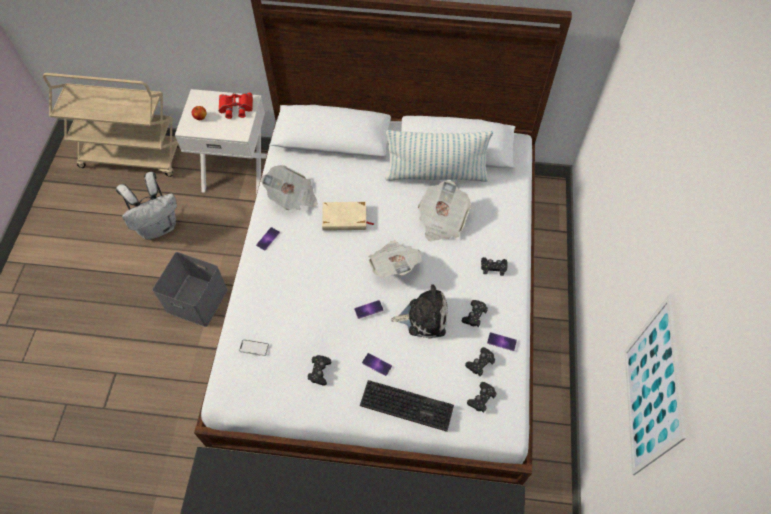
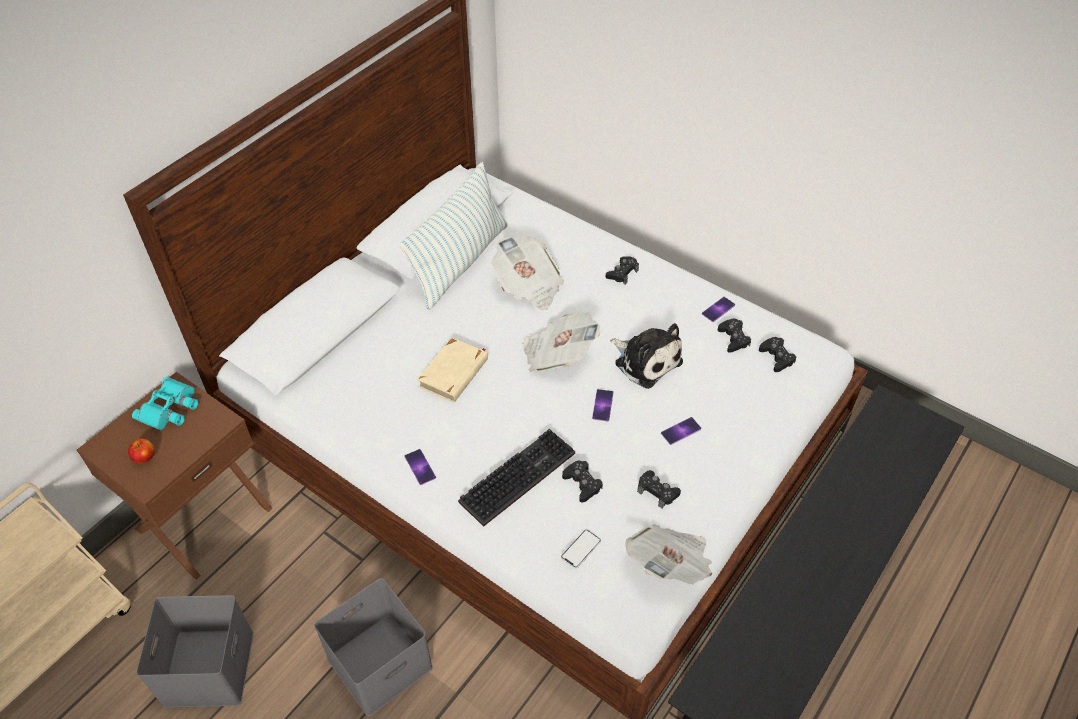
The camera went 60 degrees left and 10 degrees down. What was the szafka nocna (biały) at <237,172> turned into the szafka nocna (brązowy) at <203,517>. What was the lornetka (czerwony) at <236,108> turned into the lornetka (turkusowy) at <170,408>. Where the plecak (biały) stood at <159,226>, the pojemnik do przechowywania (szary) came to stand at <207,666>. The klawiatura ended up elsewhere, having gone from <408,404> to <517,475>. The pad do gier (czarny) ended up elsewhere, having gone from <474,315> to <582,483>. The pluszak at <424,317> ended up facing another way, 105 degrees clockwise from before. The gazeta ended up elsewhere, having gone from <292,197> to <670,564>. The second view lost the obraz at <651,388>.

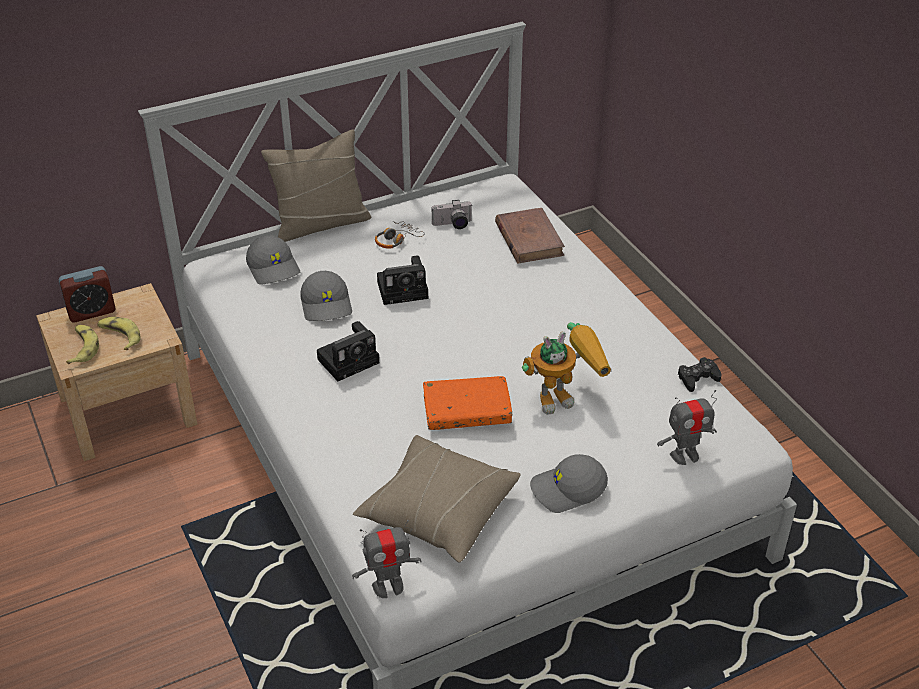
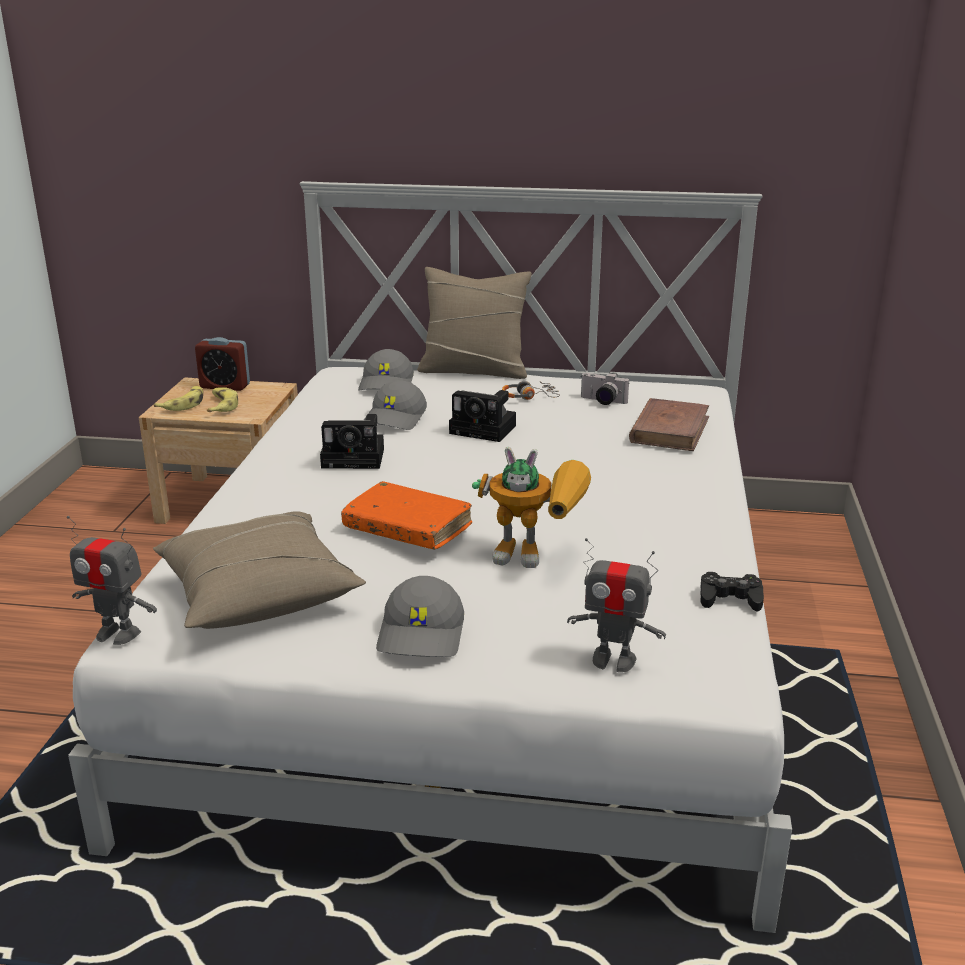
The camera went 35 degrees right and 15 degrees down. The czapka z daszkiem (szary) at <568,490> ended up facing another way, 105 degrees counterclockwise from before.

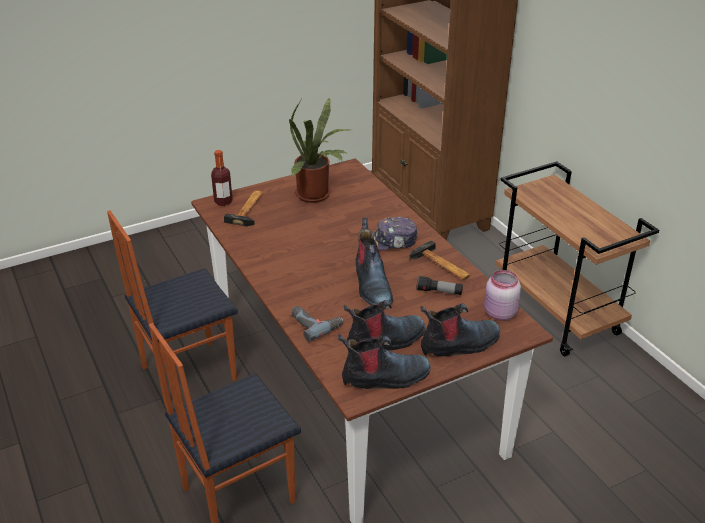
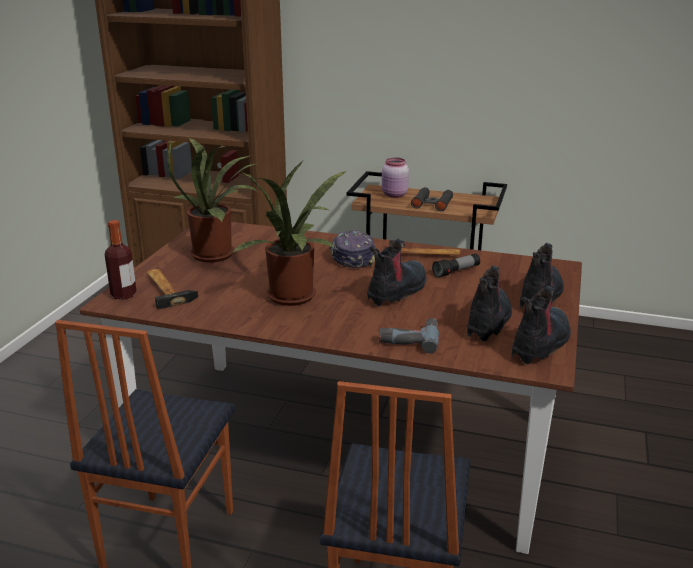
The camera went 45 degrees left and 10 degrees down. The second view gained the roślina doniczkowa at <294,298>. The czapka z daszkiem at <391,242> ended up facing another way, 135 degrees clockwise from before. The but z cholewką at <371,285> ended up facing another way, 90 degrees counterclockwise from before. The słoik (różowy) ended up elsewhere, having gone from <499,314> to <394,195>. The second view gained the lornetka (czarny) at <432,204>.

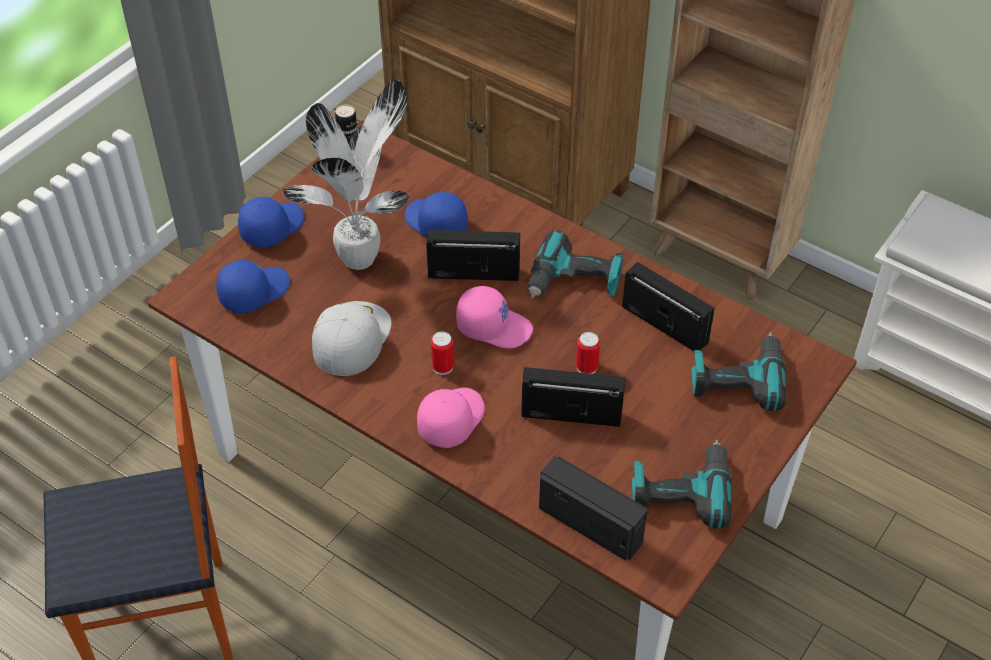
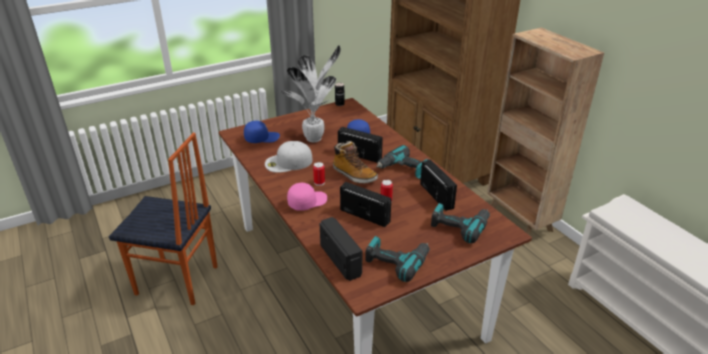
The camera went 25 degrees right and 15 degrees down. The czapka z daszkiem (biały) at <351,337> ended up facing another way, 150 degrees counterclockwise from before. Where the czapka z daszkiem (różowy) stood at <494,326>, the but z cholewką came to stand at <354,175>. The second view lost the czapka z daszkiem (niebieski) at <272,227>.

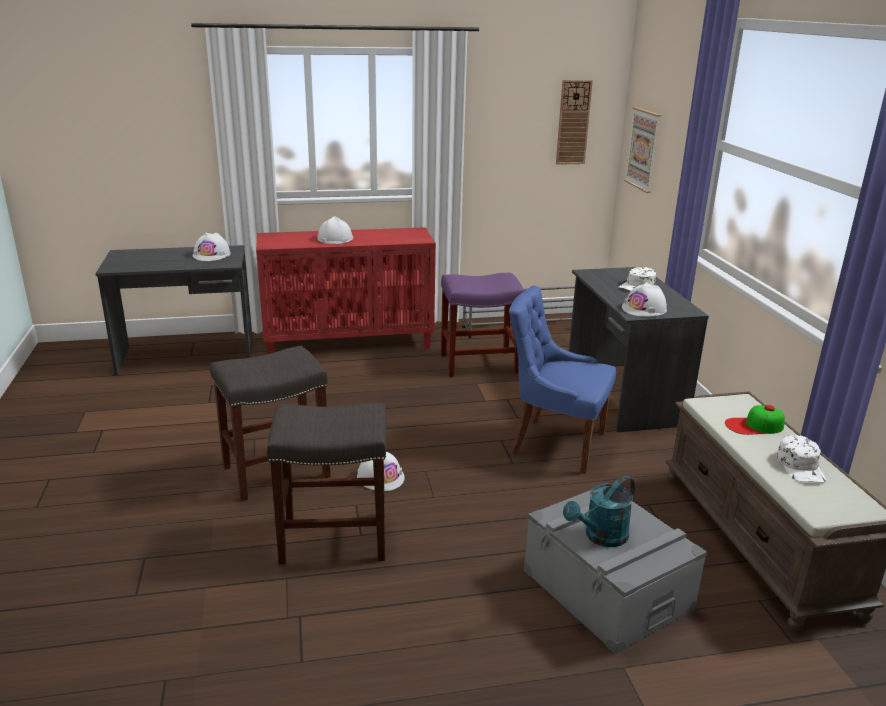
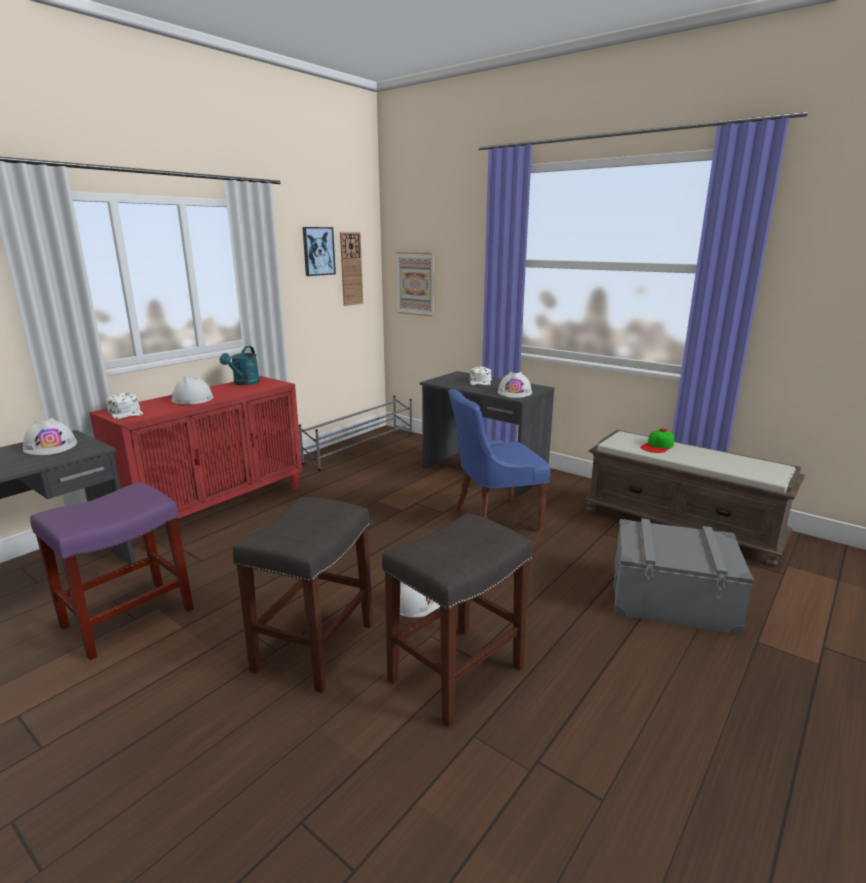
The camera went 40 degrees left and 5 degrees down. The stołek (fioletowy) ended up elsewhere, having gone from <478,364> to <126,619>. The czapka z daszkiem (biały) ended up elsewhere, having gone from <801,466> to <126,412>. The konewka (turkusowy) ended up elsewhere, having gone from <600,537> to <244,383>. The second view gained the obraz at <318,251>.

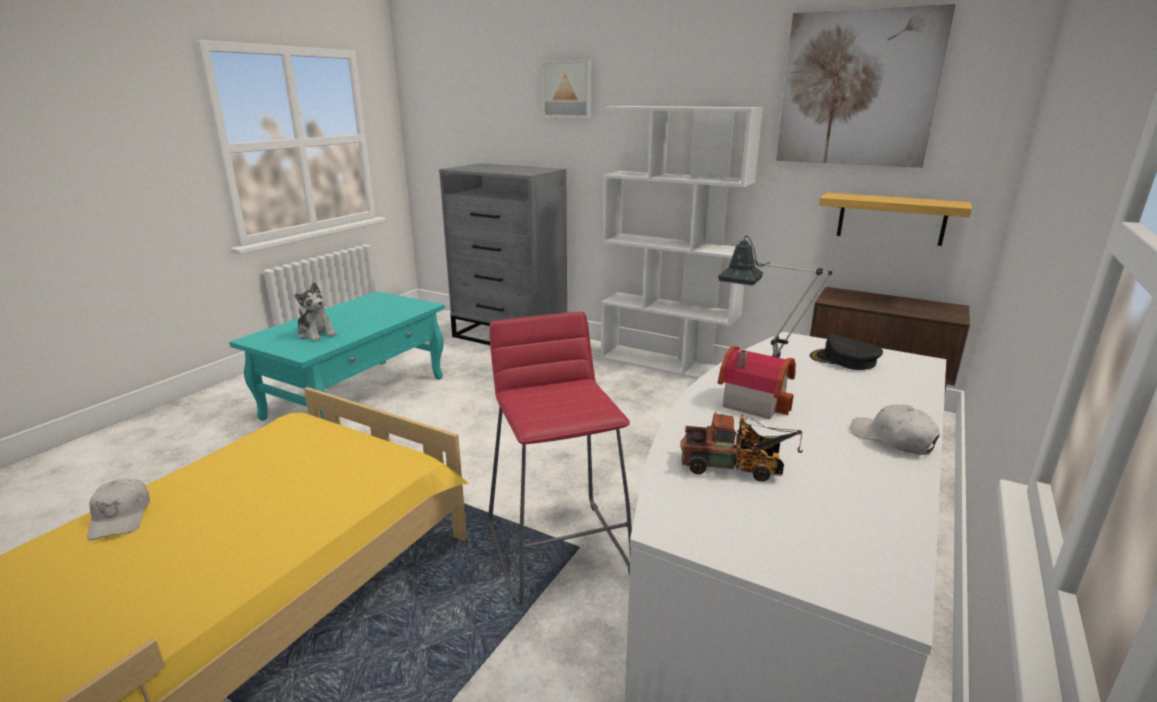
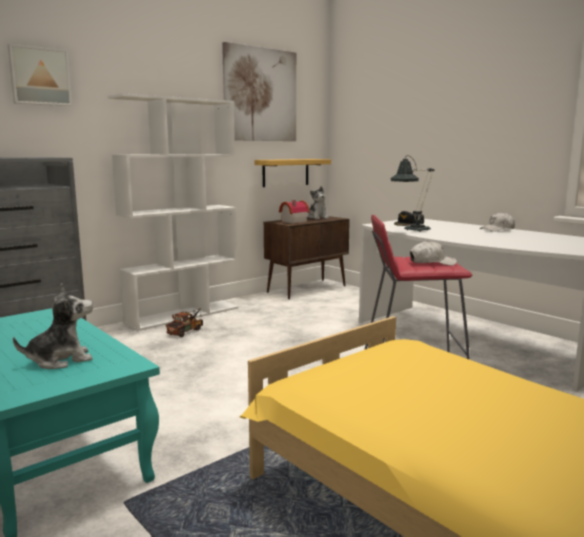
The camera went 70 degrees left and 10 degrees down. The ciężarówka zabawkowa ended up elsewhere, having gone from <738,467> to <187,331>. The domek ended up elsewhere, having gone from <753,401> to <292,221>. The second view gained the pluszak at <317,217>. The czapka z daszkiem (biały) ended up elsewhere, having gone from <121,517> to <432,263>.

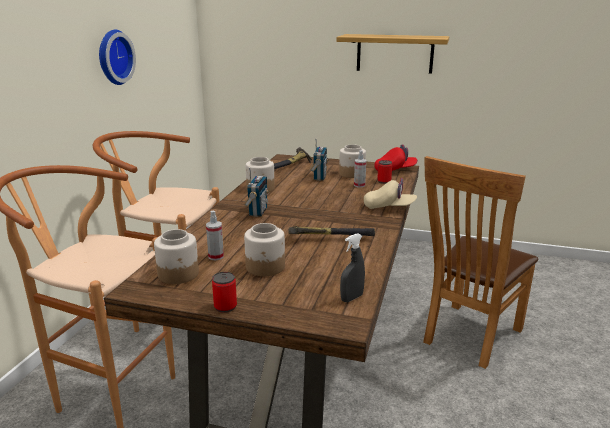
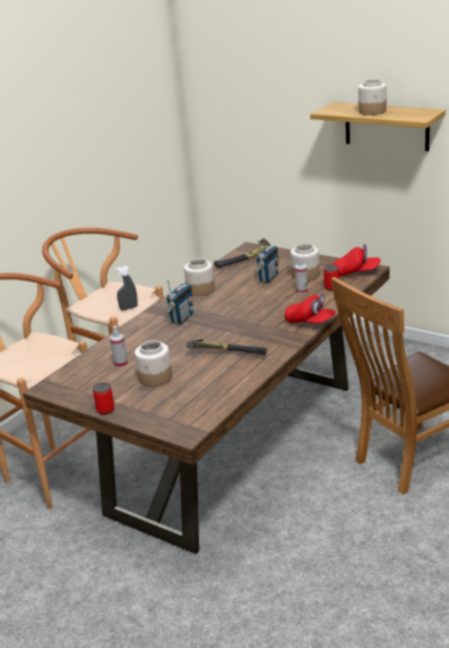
The camera went 20 degrees right and 5 degrees up. The spryskiwacz (szary) ended up elsewhere, having gone from <351,298> to <129,308>. What was the czapka z daszkiem (beżowy) at <389,207> turned into the czapka z daszkiem (czerwony) at <310,322>. The słoik ended up elsewhere, having gone from <179,274> to <372,111>. The second view lost the zegar ścienny at <113,57>.

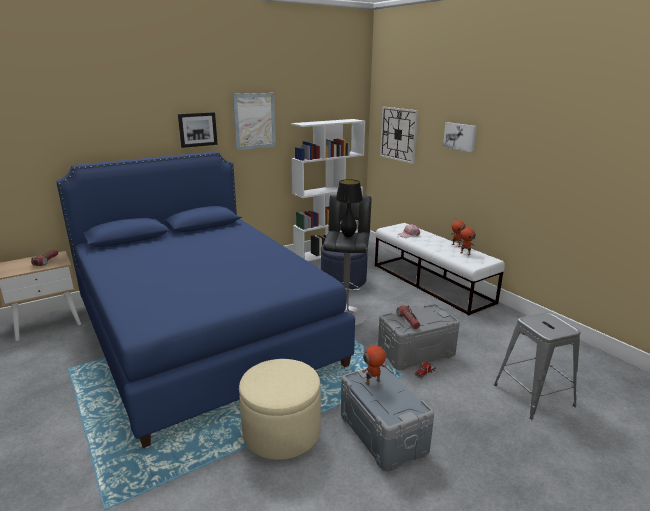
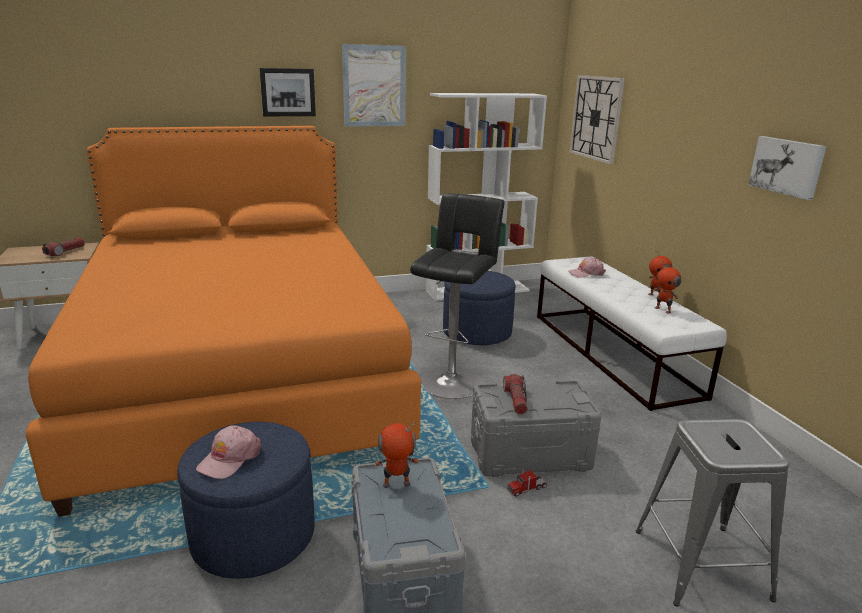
The camera went 15 degrees right and 0 degrees up. What was the łóżko (niebieski) at <203,333> turned into the łóżko (pomarańczowy) at <240,375>. What was the pufa (beżowy) at <281,432> turned into the pufa (niebieski) at <253,535>. The second view gained the czapka z daszkiem (różowy) at <229,459>. The obraz ended up elsewhere, having gone from <460,136> to <787,166>. The second view lost the lampa stołowa (czarny) at <348,236>.

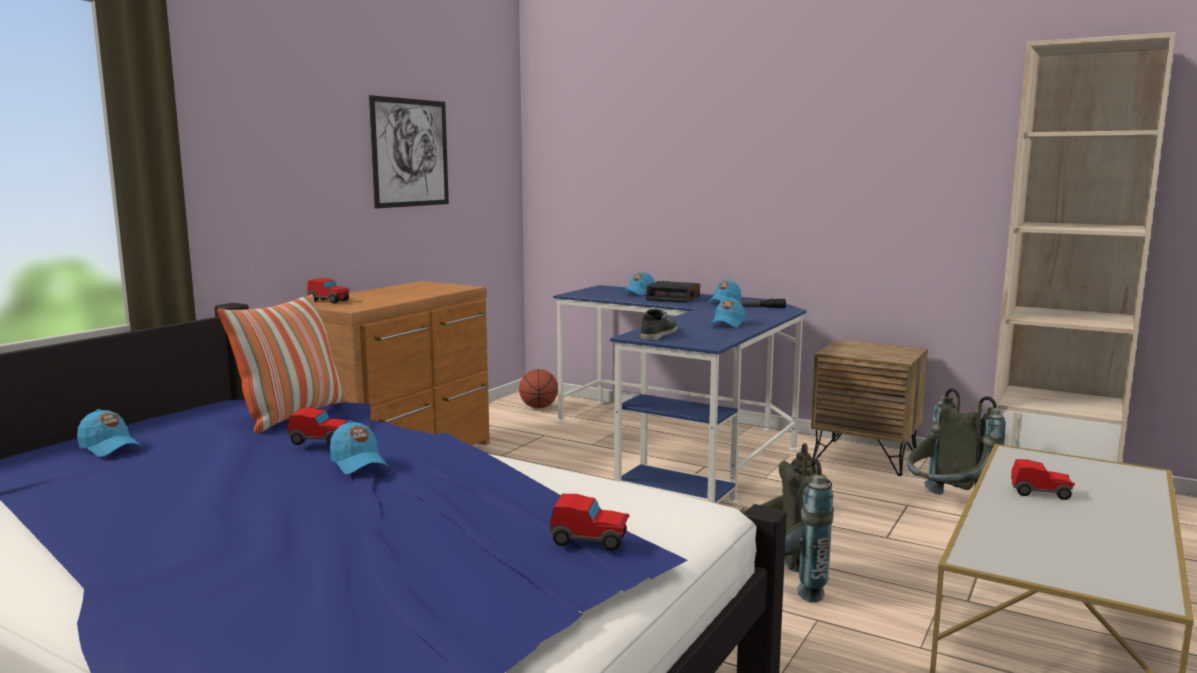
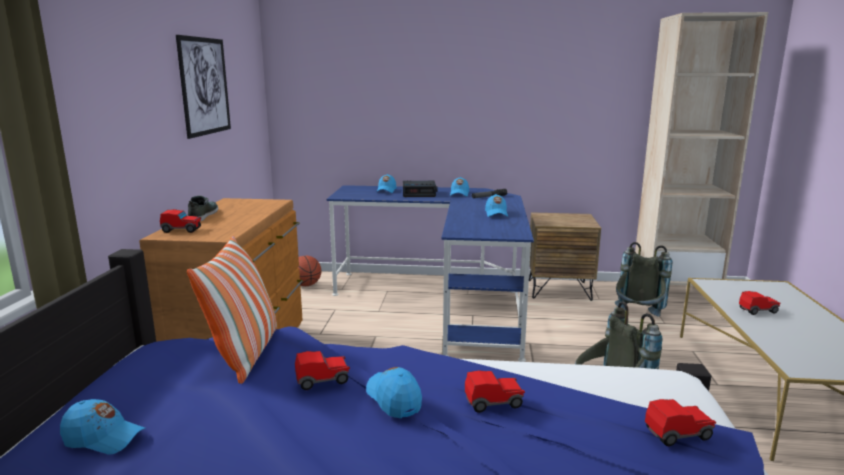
The camera went 25 degrees left and 5 degrees up. The but ended up elsewhere, having gone from <658,334> to <202,215>. The czapka z daszkiem (niebieski) at <358,463> ended up facing another way, 150 degrees counterclockwise from before. The second view gained the samochodzik at <493,403>.

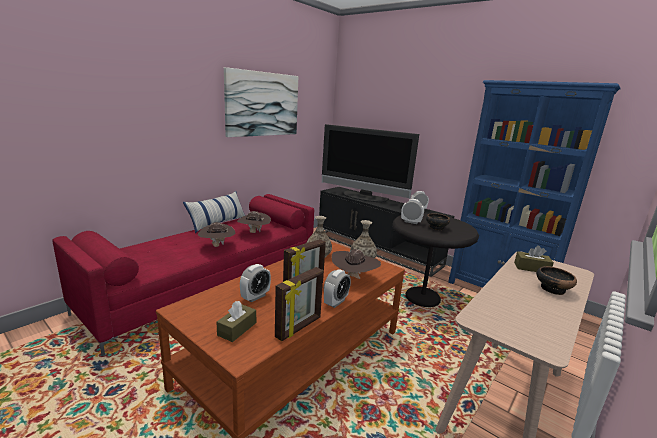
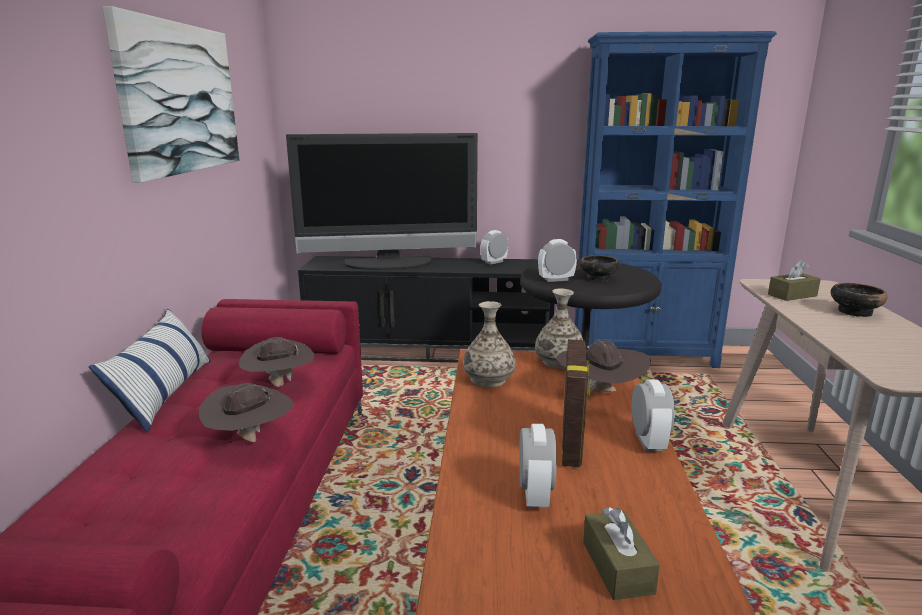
The camera went 35 degrees left and 0 degrees up. The second view lost the ramka na zdjęcie at <299,327>.

